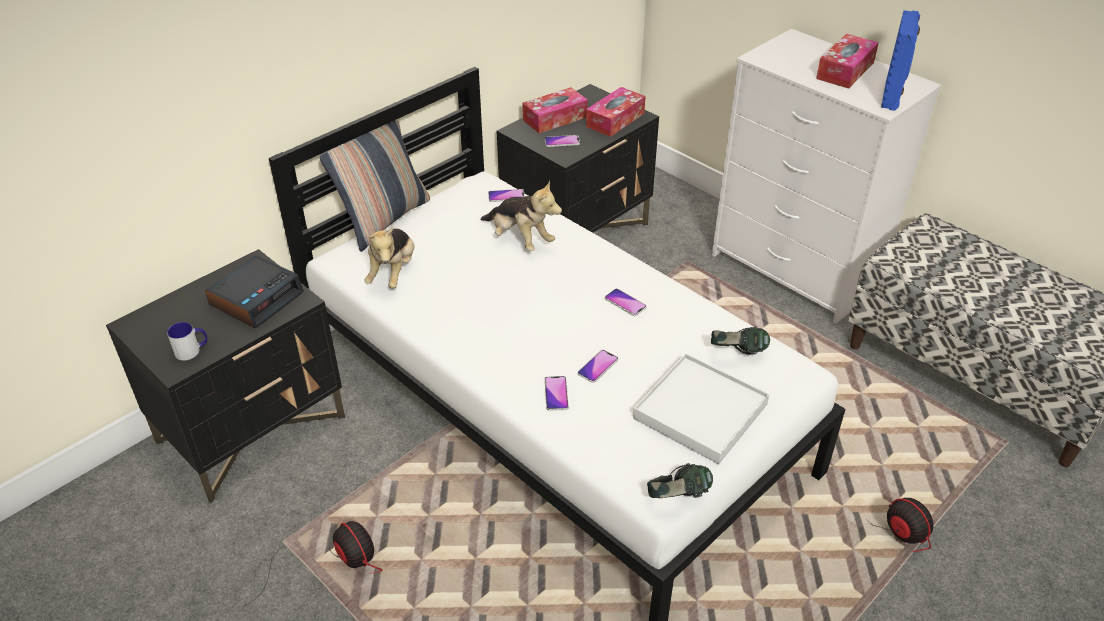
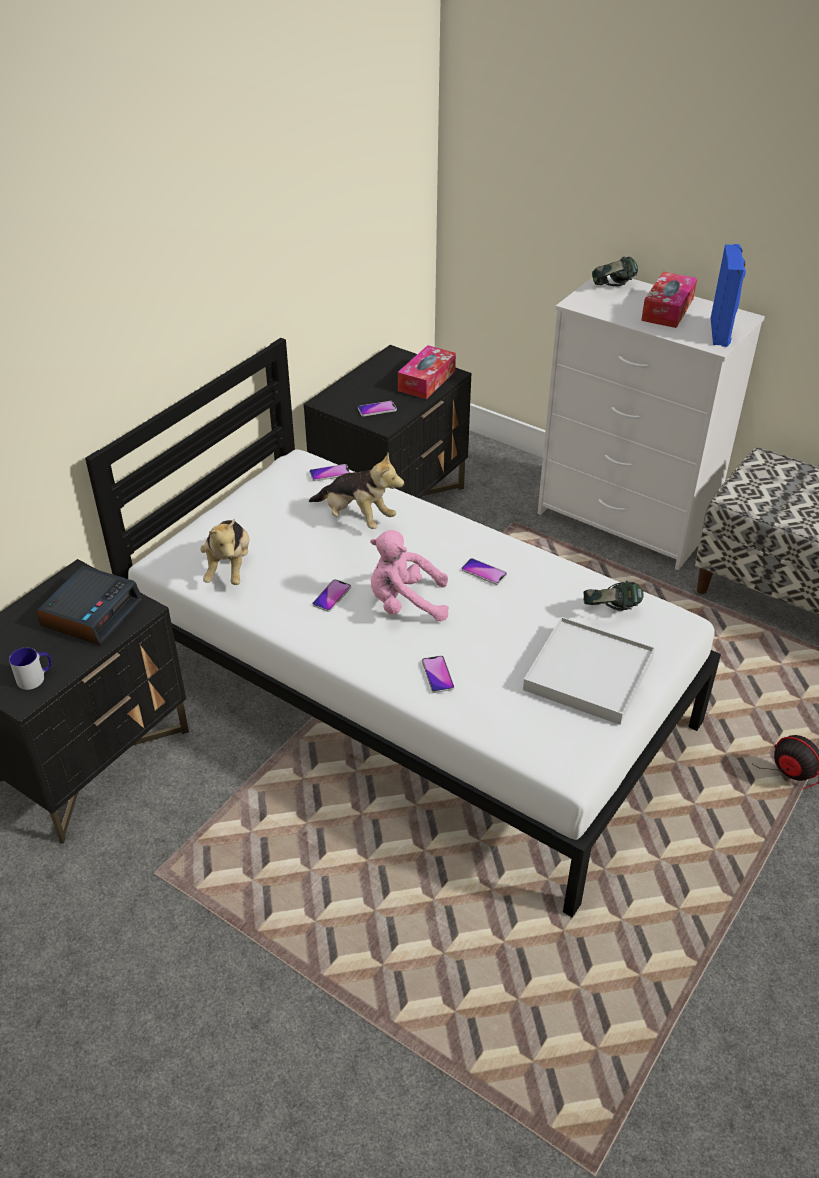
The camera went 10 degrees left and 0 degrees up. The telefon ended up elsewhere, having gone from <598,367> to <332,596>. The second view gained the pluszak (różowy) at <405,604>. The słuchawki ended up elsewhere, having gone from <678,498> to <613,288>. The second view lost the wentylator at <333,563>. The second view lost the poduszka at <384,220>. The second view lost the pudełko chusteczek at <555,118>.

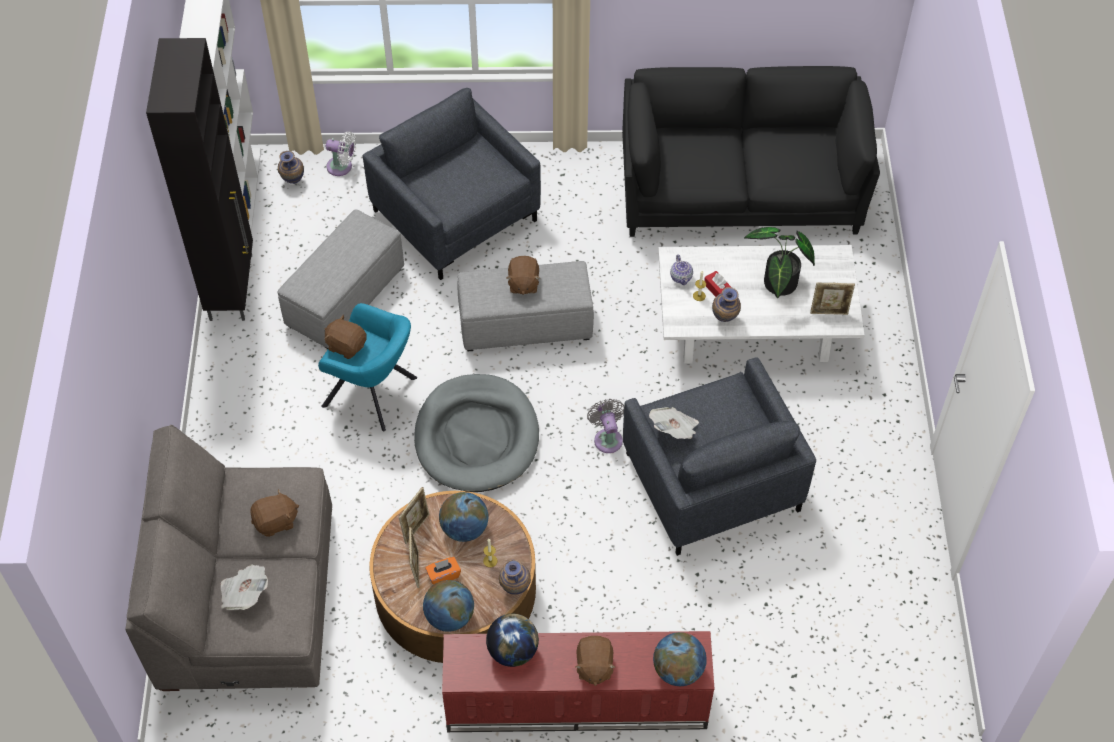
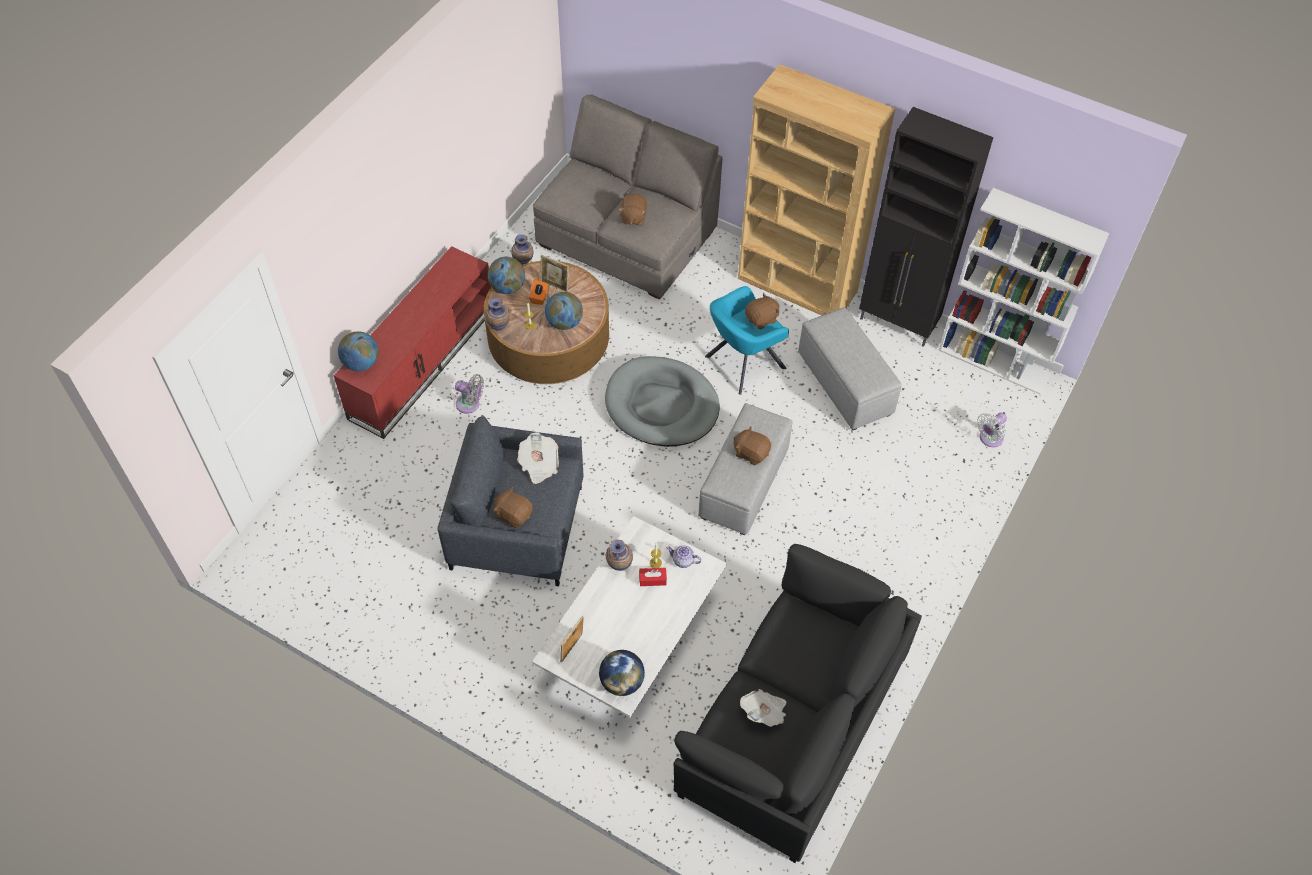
The camera went 120 degrees right and 0 degrees up. The wentylator (szary) ended up elsewhere, having gone from <607,438> to <470,404>. The pluszak (brązowy) ended up elsewhere, having gone from <594,666> to <514,515>. The wazon ended up elsewhere, having gone from <293,182> to <524,263>. The globus ended up elsewhere, having gone from <513,651> to <622,682>. The second view gained the regał (brązowy) at <797,285>. The gazeta ended up elsewhere, having gone from <244,594> to <764,712>. The second view lost the fotel (szary) at <456,215>. The second view lost the ramka na zdjęcie at <416,528>. The second view lost the roślina doniczkowa at <777,285>.

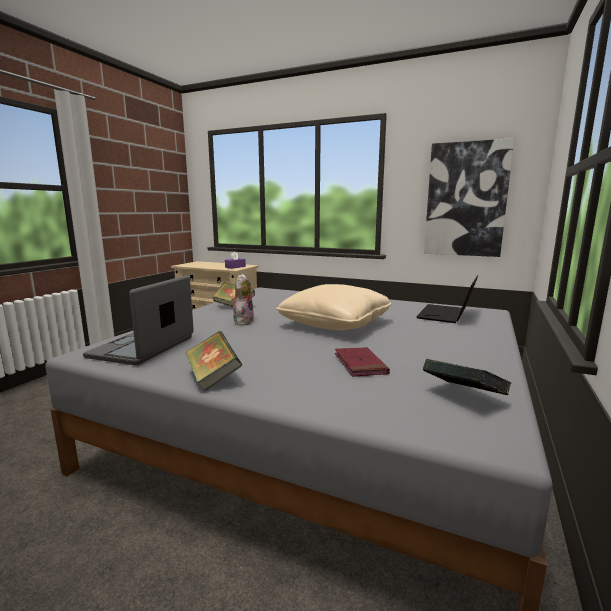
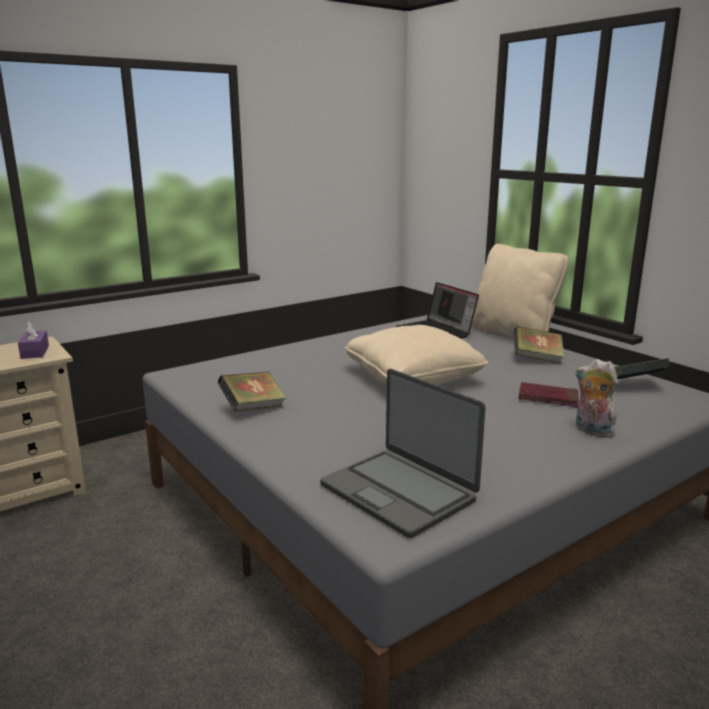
The camera went 60 degrees left and 5 degrees up. The second view gained the poduszka (beżowy) at <513,334>. The książka ended up elsewhere, having gone from <213,377> to <537,359>. The pluszak ended up elsewhere, having gone from <243,322> to <591,431>. The second view lost the obraz at <466,200>.

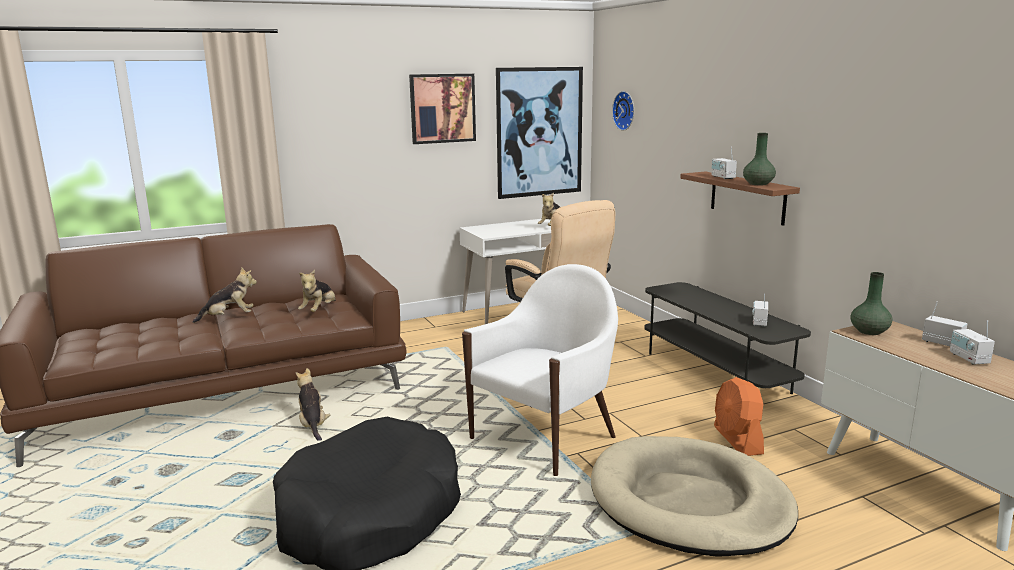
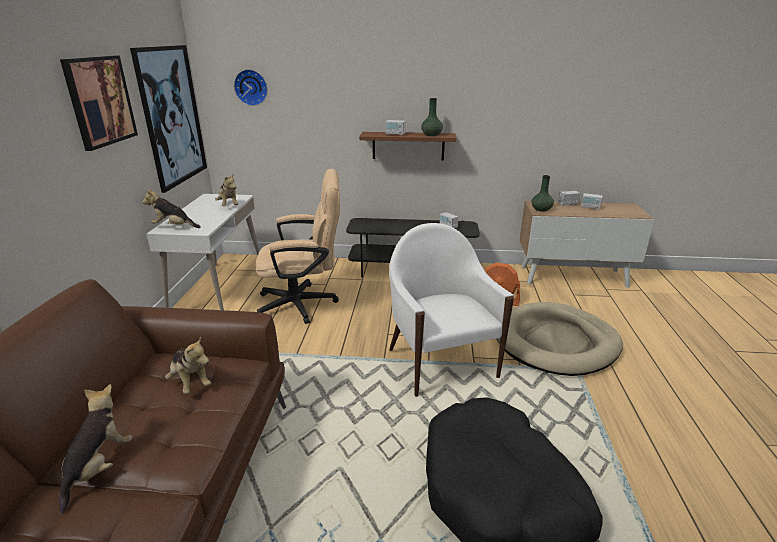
The camera went 60 degrees left and 10 degrees up. The pluszak ended up elsewhere, having gone from <313,425> to <174,227>.

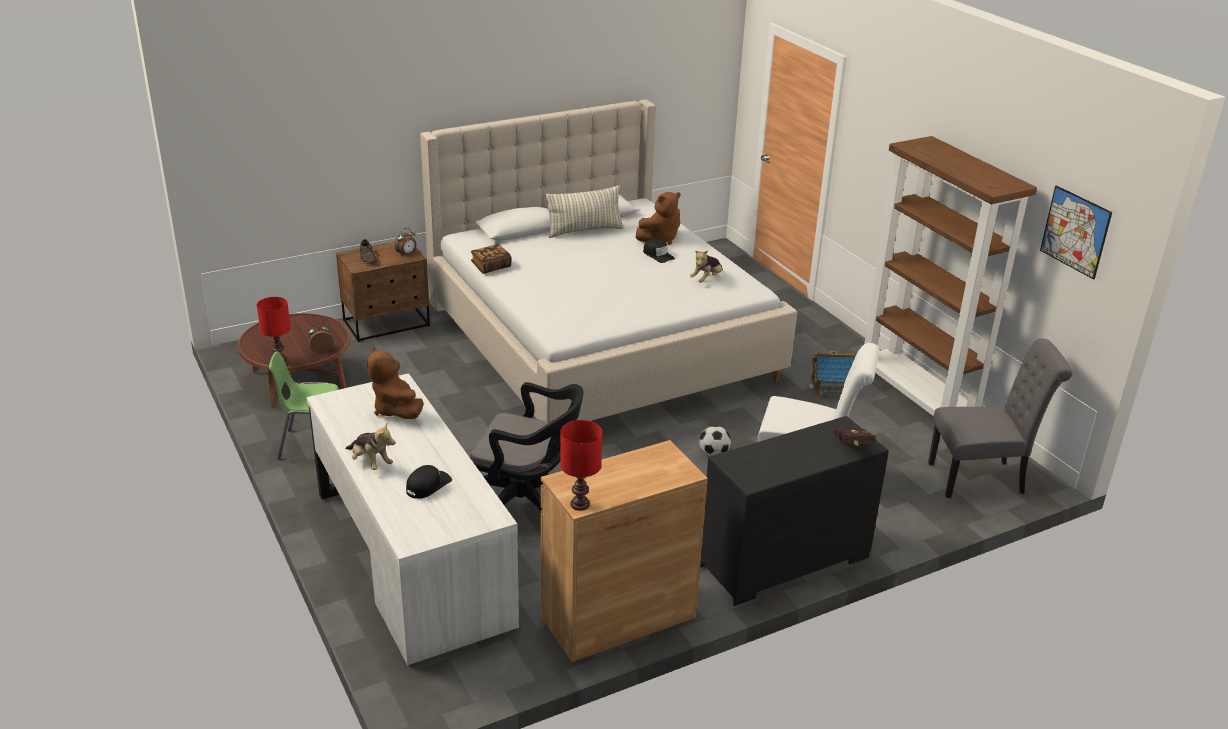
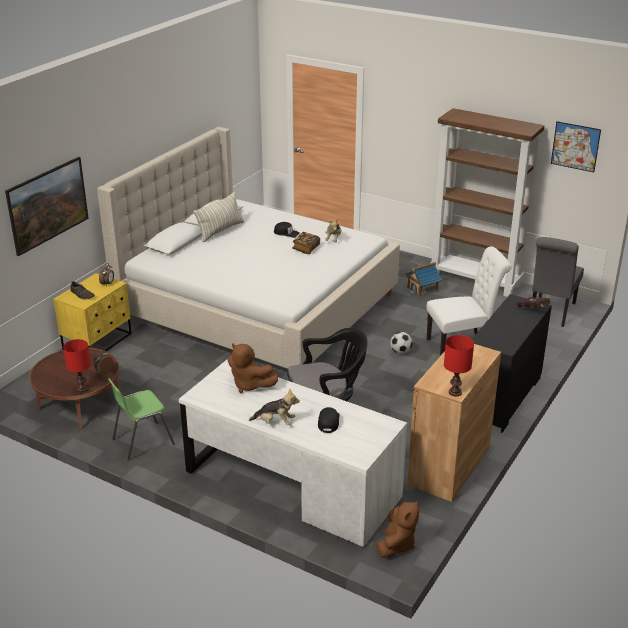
The camera went 30 degrees left and 0 degrees up. The second view gained the obraz at <50,220>. What was the szafka nocna (brązowy) at <387,323> turned into the szafka nocna (żółty) at <98,342>. The książka ended up elsewhere, having gone from <491,266> to <306,248>. The pluszak (brązowy) ended up elsewhere, having gone from <659,239> to <397,544>. The krzesło (szary) at <982,478> ended up facing another way, 150 degrees clockwise from before.

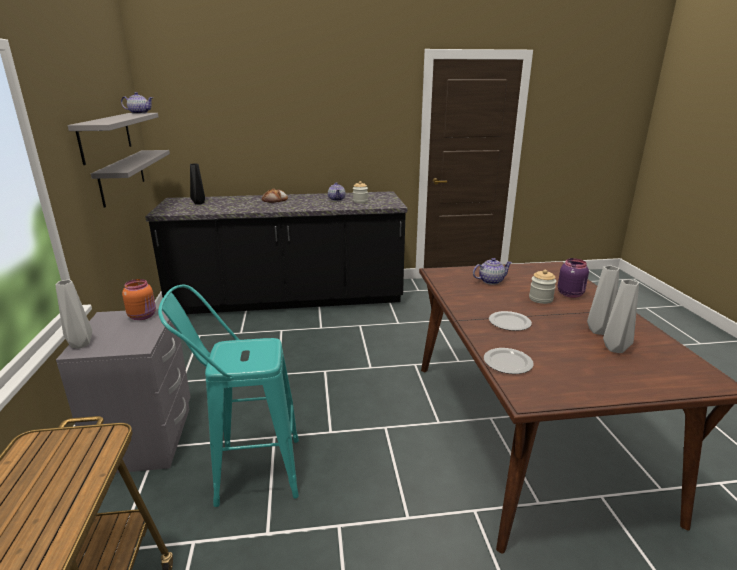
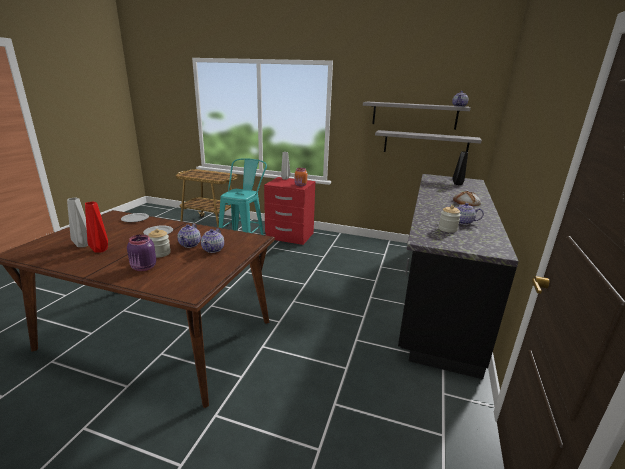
The camera went 115 degrees right and 0 degrees up. What was the wazon (szary) at <599,331> turned into the wazon (czerwony) at <100,250>. The second view gained the imbryk at <190,244>. What was the szafka nocna (szary) at <147,439> turned into the szafka nocna (czerwony) at <289,236>.

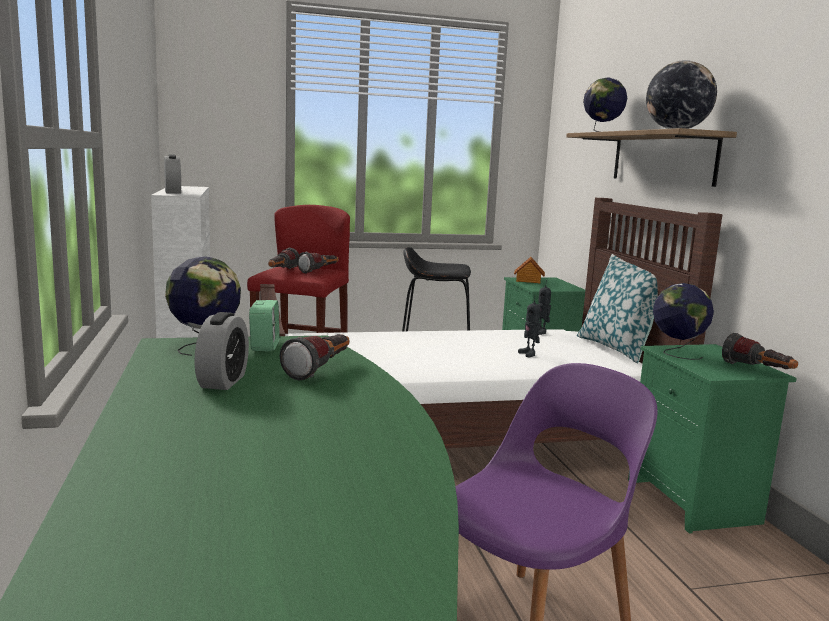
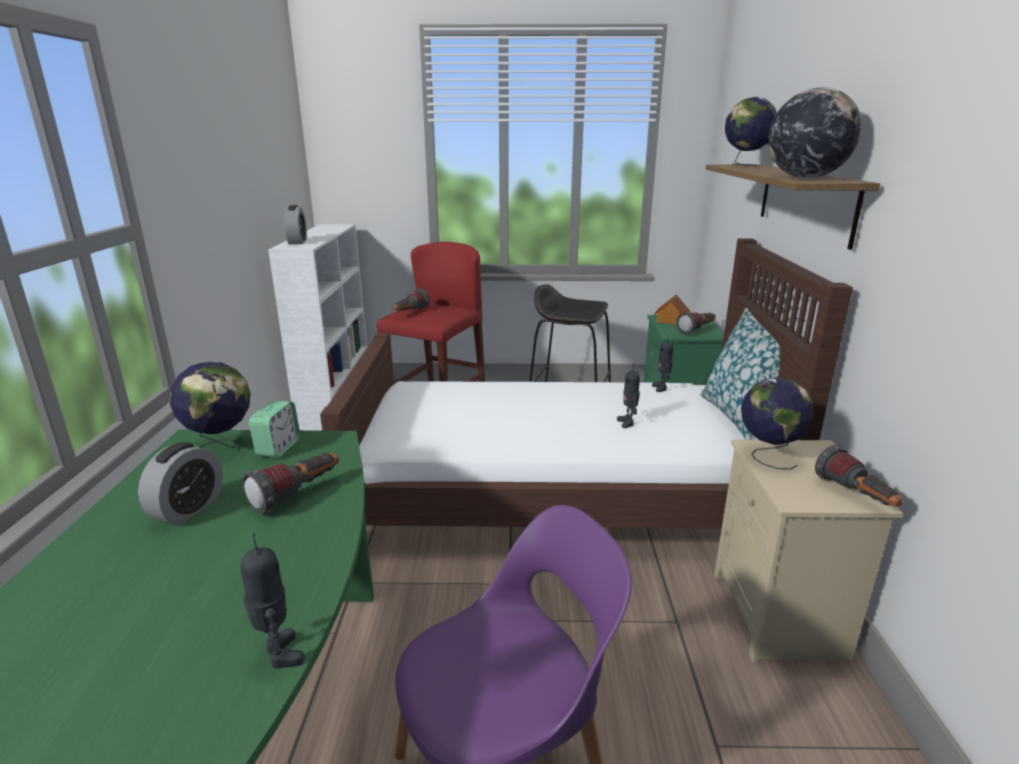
The camera went 15 degrees right and 10 degrees up. The second view gained the robot zabawkowy at <279,655>. The latarka ended up elsewhere, having gone from <320,271> to <697,330>. What was the szafka nocna (zielony) at <695,502> turned into the szafka nocna (beżowy) at <780,616>.

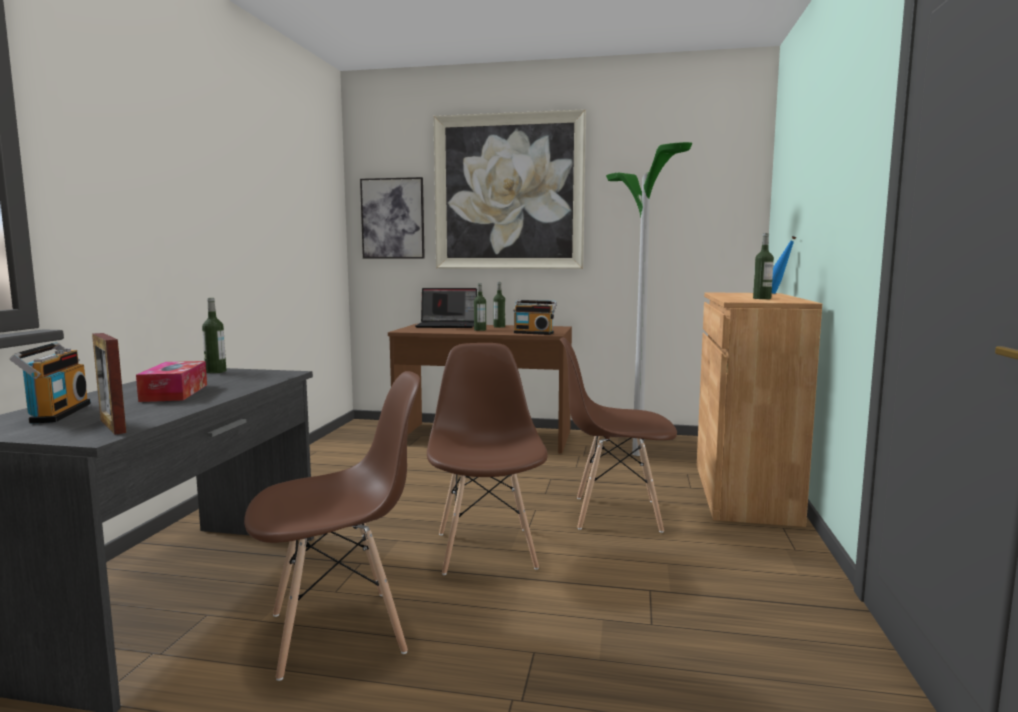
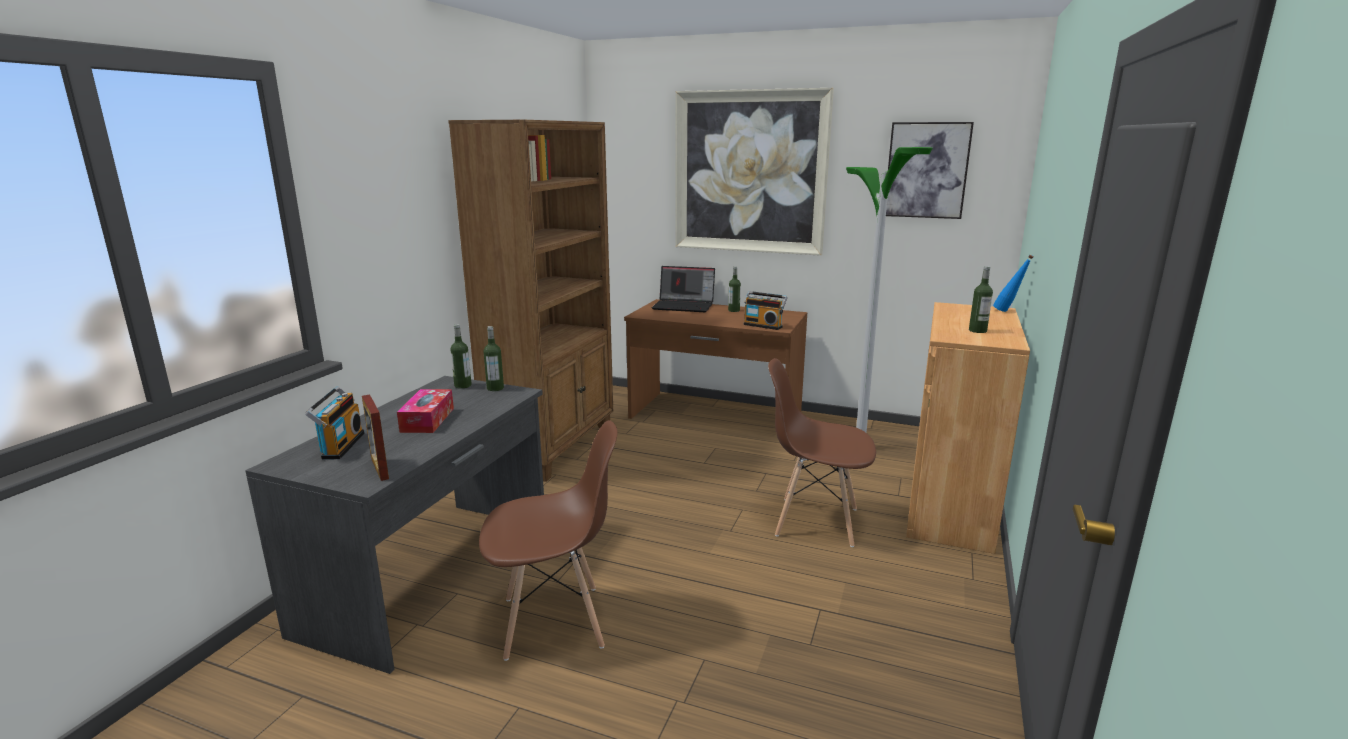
The camera went 10 degrees right and 10 degrees up. The second view gained the regał (brązowy) at <554,446>. The butelka ended up elsewhere, having gone from <480,330> to <495,388>. The obraz ended up elsewhere, having gone from <393,218> to <927,170>. The second view lost the krzesło (brązowy) at <486,549>.

